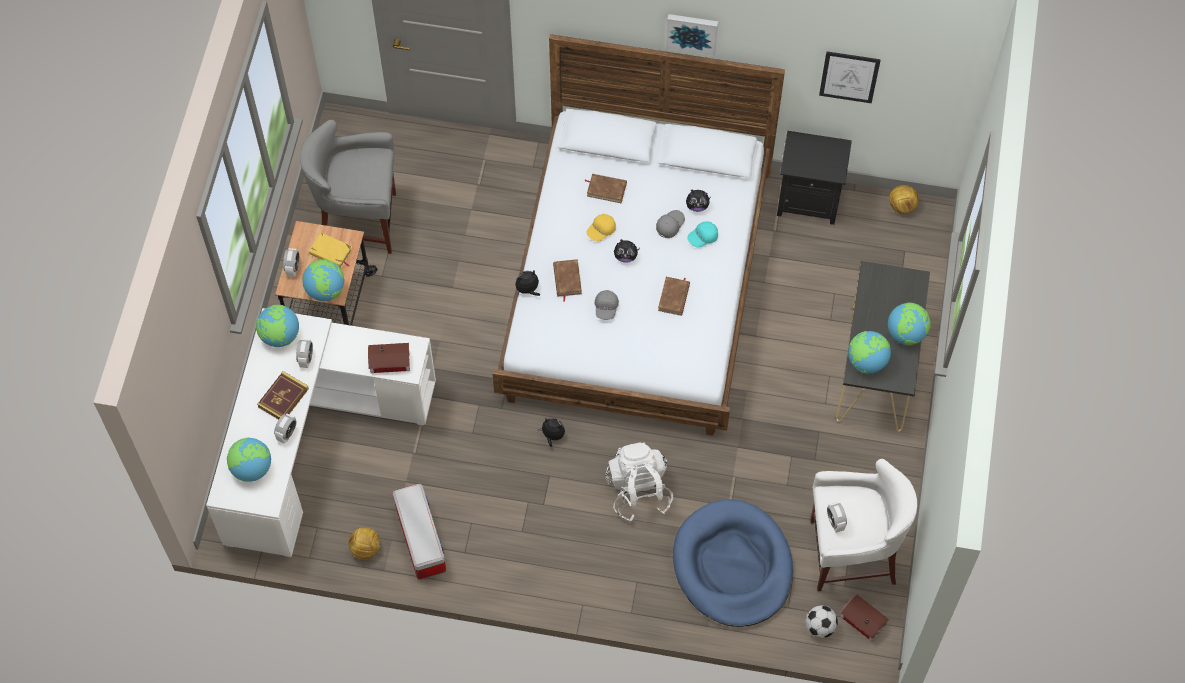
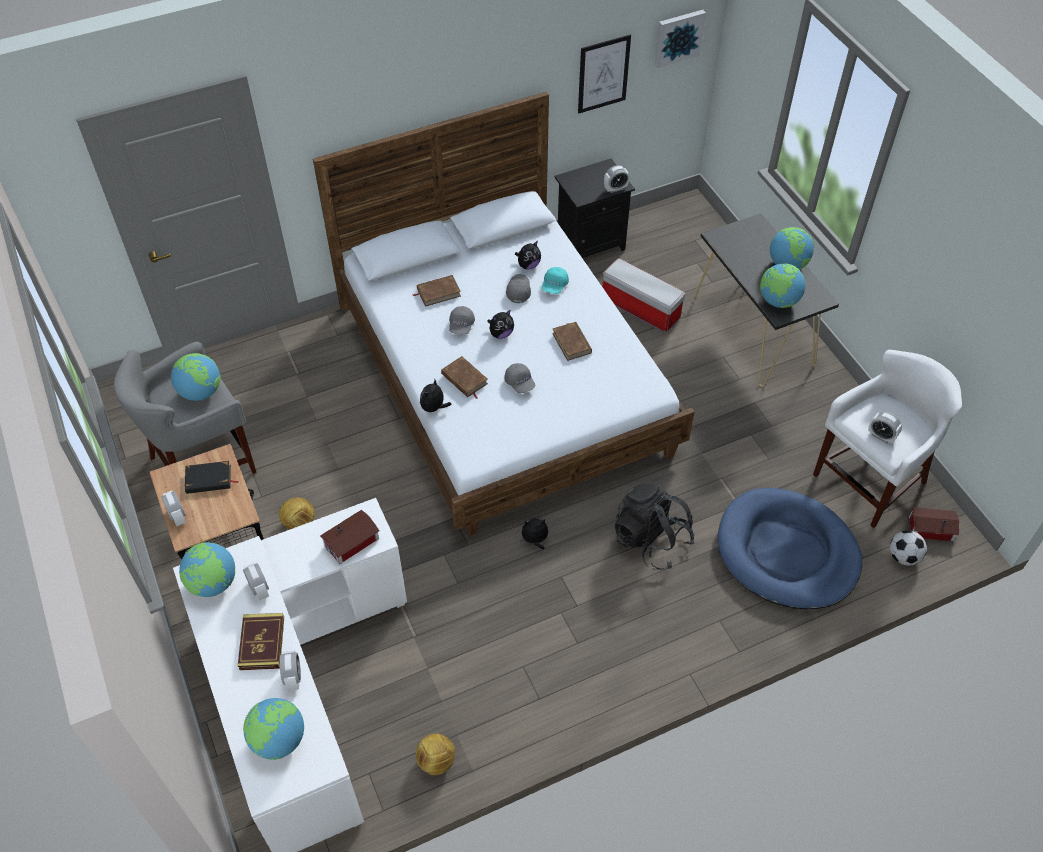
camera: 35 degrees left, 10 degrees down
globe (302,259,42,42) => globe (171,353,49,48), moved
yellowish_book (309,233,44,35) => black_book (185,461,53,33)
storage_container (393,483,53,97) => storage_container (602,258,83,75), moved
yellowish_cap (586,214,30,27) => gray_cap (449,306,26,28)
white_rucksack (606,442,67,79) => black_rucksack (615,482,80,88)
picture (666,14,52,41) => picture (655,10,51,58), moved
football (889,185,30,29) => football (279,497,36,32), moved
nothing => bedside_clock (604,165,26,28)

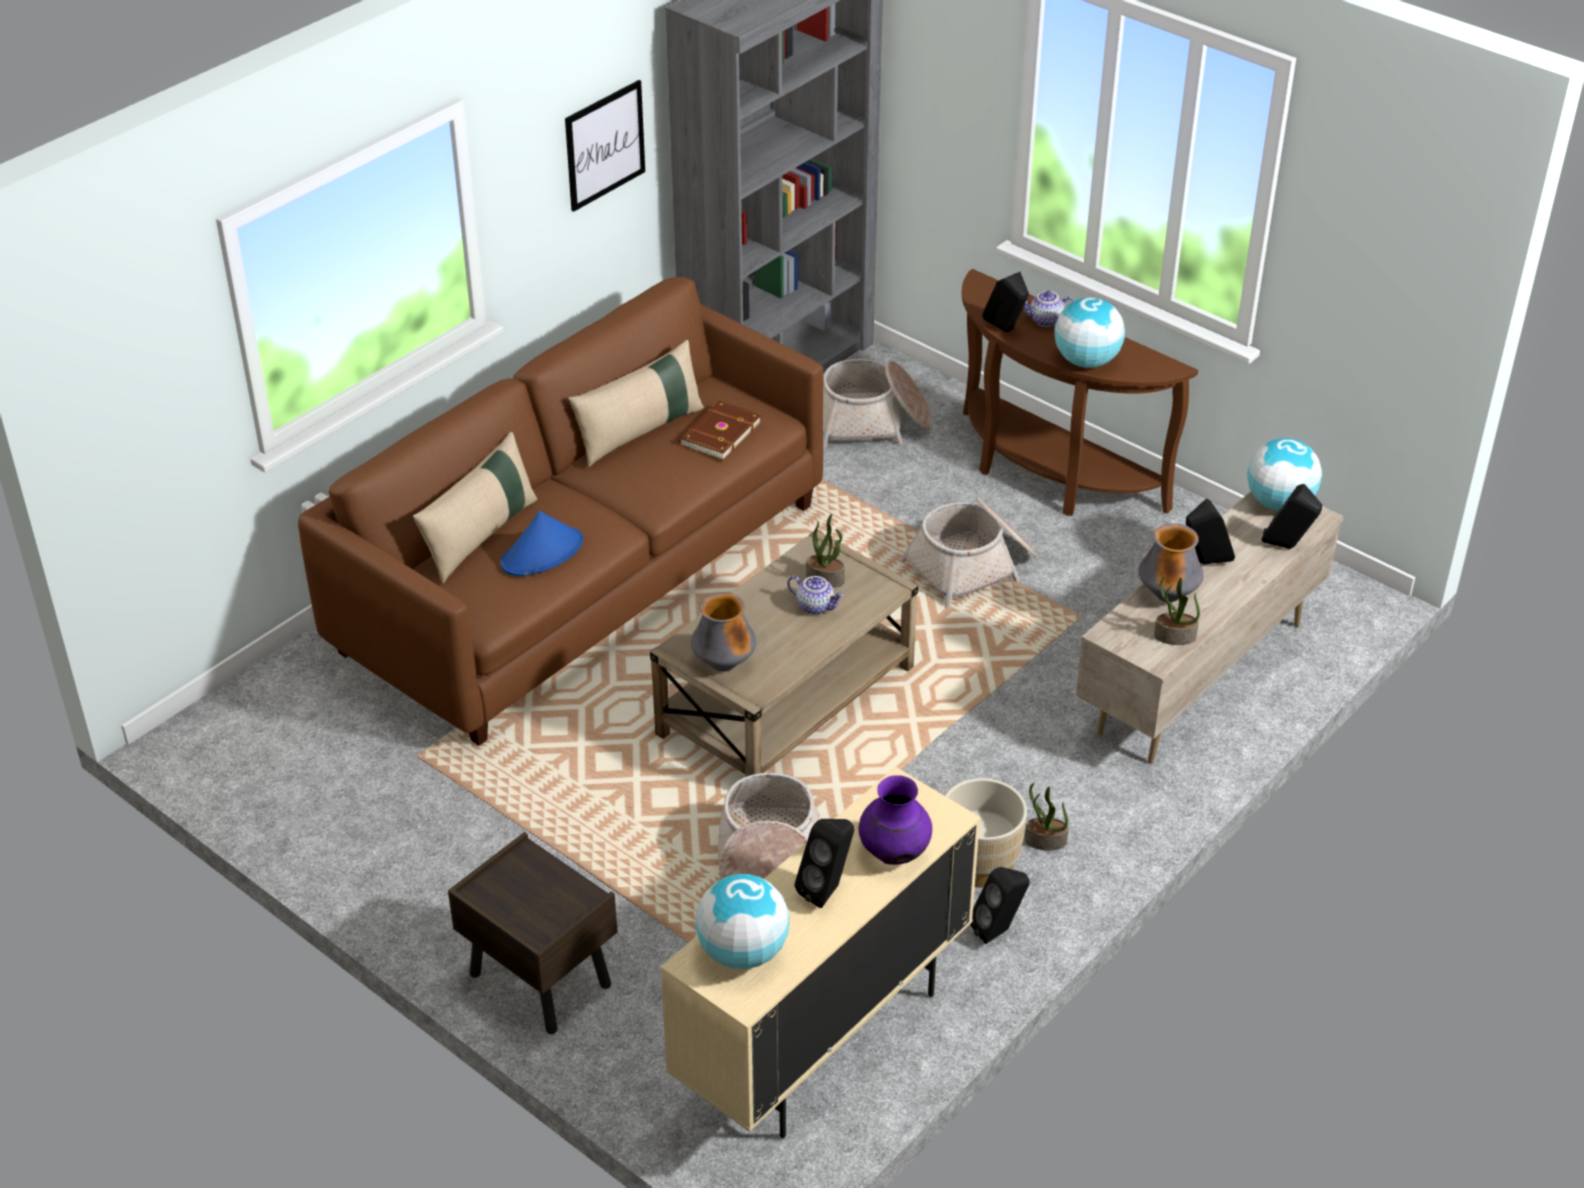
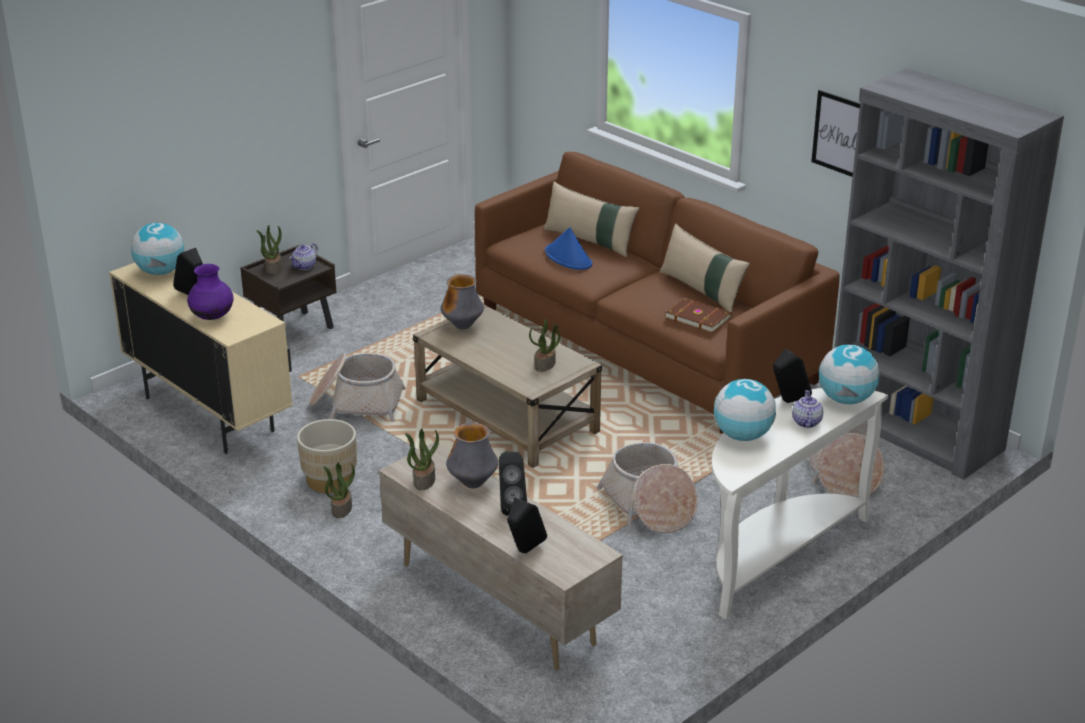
camera: 95 degrees right, 10 degrees down
tea_pot (787,575,57,40) => tea_pot (289,243,29,27), moved
brownish_hall_table (962,269,236,247) => white_hall_table (712,388,176,231)
black_loudspeaker (970,867,59,77) => nothing
globe (1247,438,75,73) => globe (819,344,61,60), moved
nothing => houseplant (256,225,26,50)

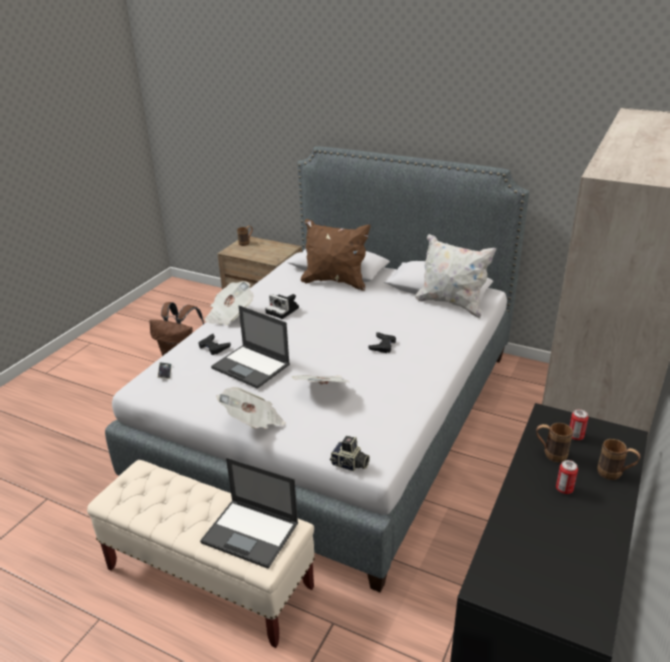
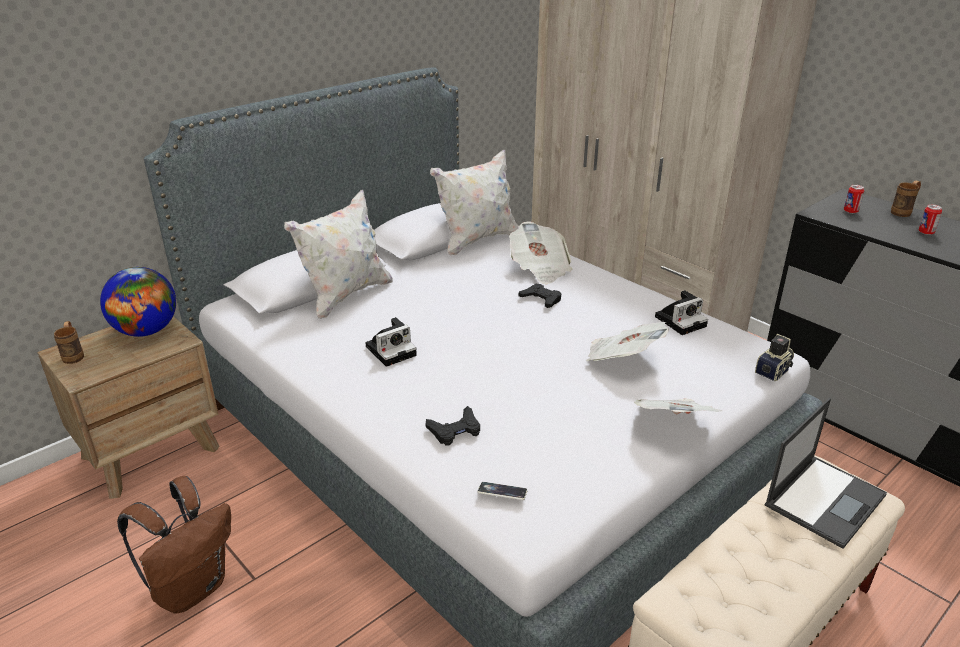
camera: 70 degrees left, 0 degrees up
daily_paper (205,281,49,45) => daily_paper (509,222,64,63), moved
portable_computer (211,305,79,84) => nothing
brownish_cushion (301,219,70,72) => white_cushion (284,190,109,129)
brownish_tea_mug (536,423,37,39) => nothing
nothing => globe (100,267,76,70)
nothing => still_camera (655,290,53,45)

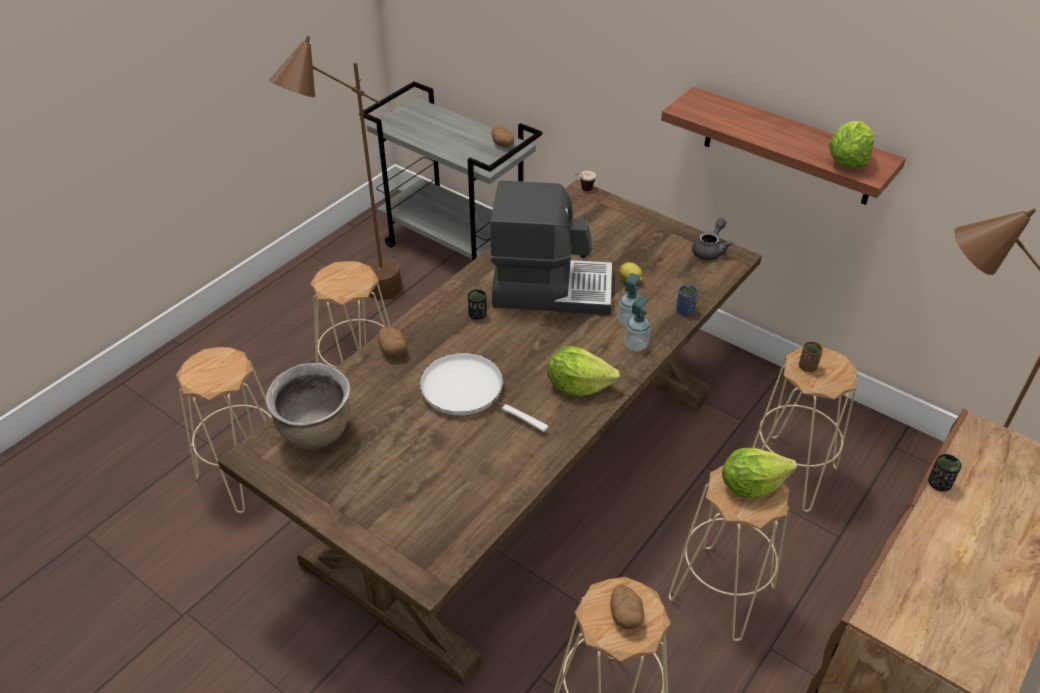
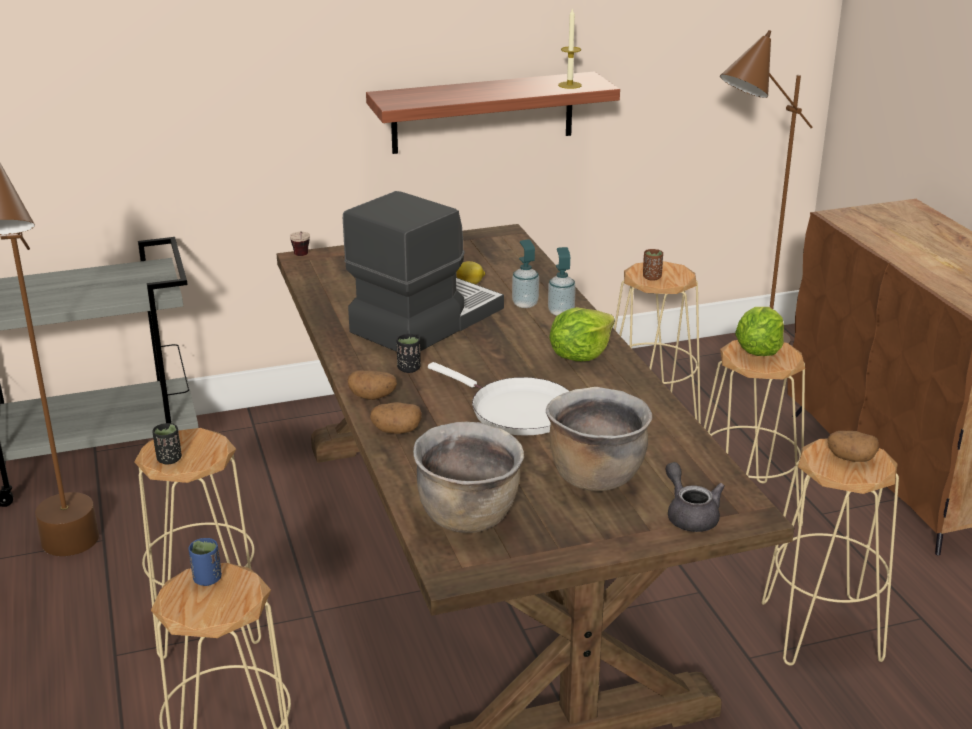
camera: 55 degrees left, 15 degrees down
white_skillet (419,353,129,79) => white_skillet (428,362,141,74), 120 degrees counterclockwise
spud (491,126,23,21) => spud (348,371,49,29), moved
bluish_drinking_cup (677,285,20,30) => bluish_drinking_cup (189,538,33,48), moved
gray_tea_pot (692,218,40,42) => gray_tea_pot (666,462,58,70), moved
lettuce (829,121,45,47) => wax_light (558,8,24,81)
black_drinking_cup (928,454,33,37) => black_drinking_cup (152,423,30,41), moved
nothing => brownish_saucepot (546,387,106,104)

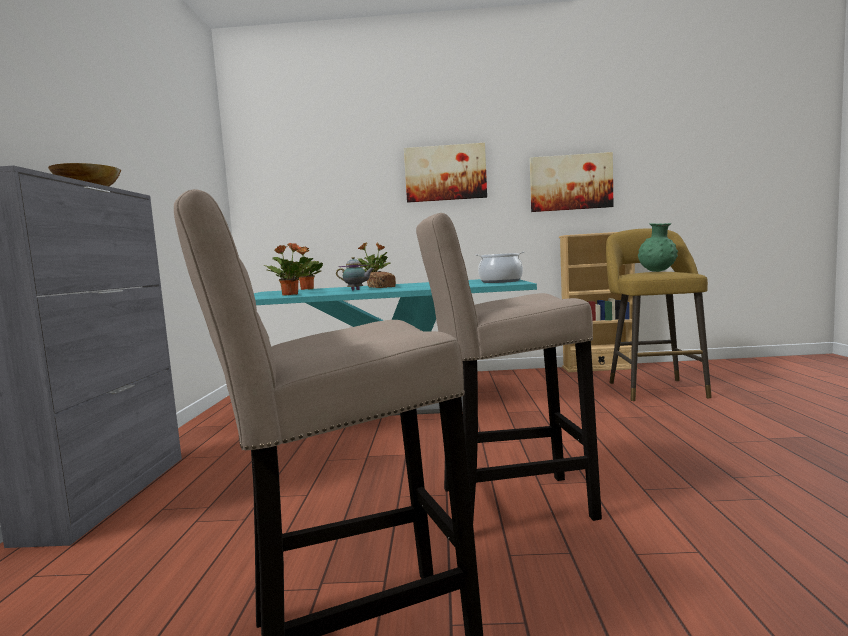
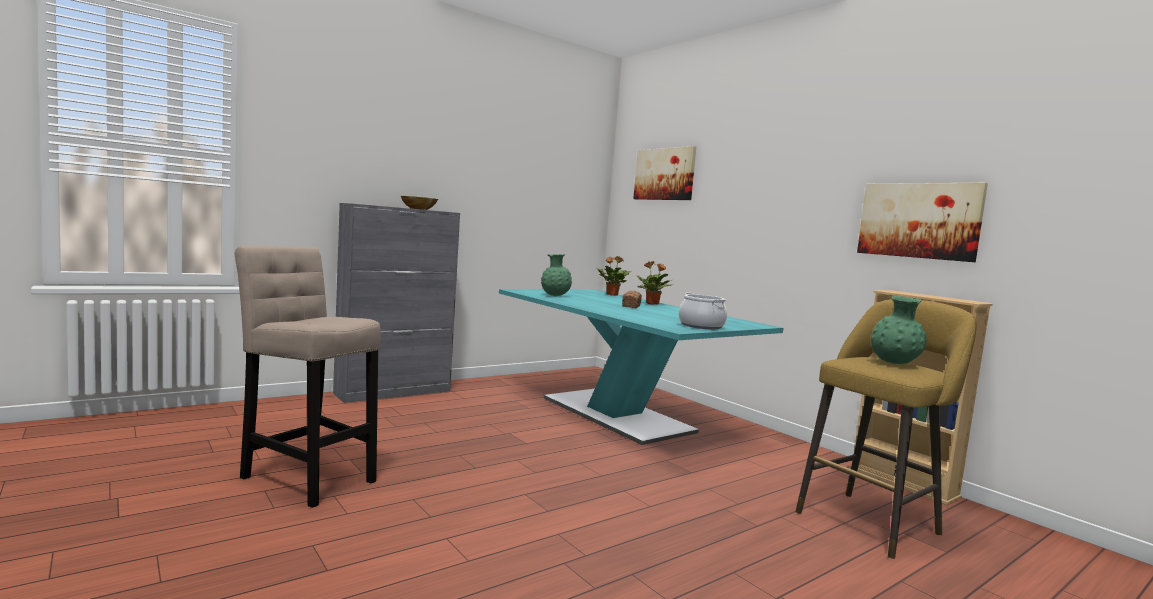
camera: 50 degrees right, 0 degrees up
houseplant (264,243,46,52) => green_decorative_vase (541,254,31,42)
tea_pot (336,257,38,33) => nothing
picture (404,143,83,60) => picture (633,146,63,54), moved
sand-coloured_stool_seat (416,213,186,308) => nothing

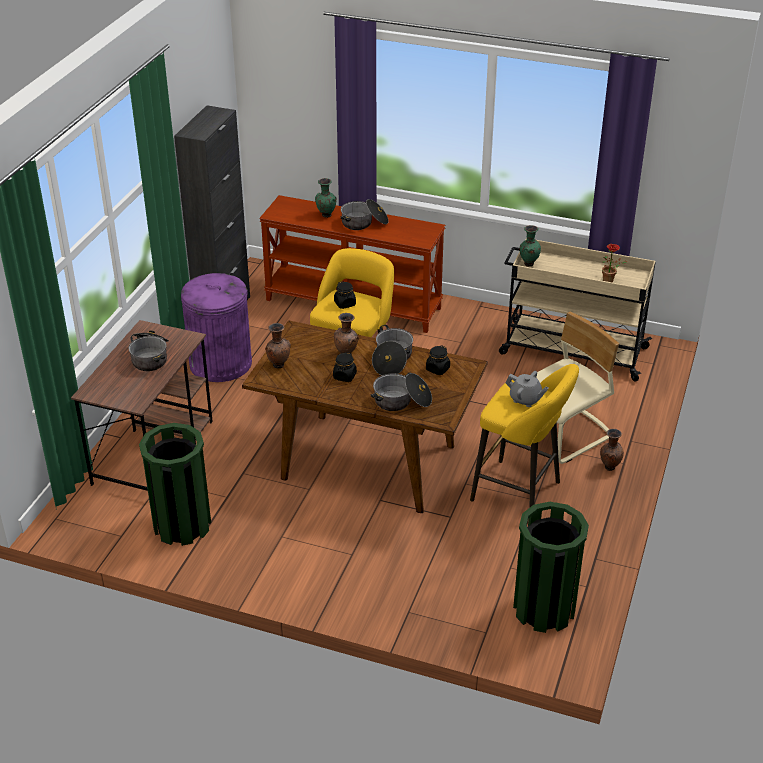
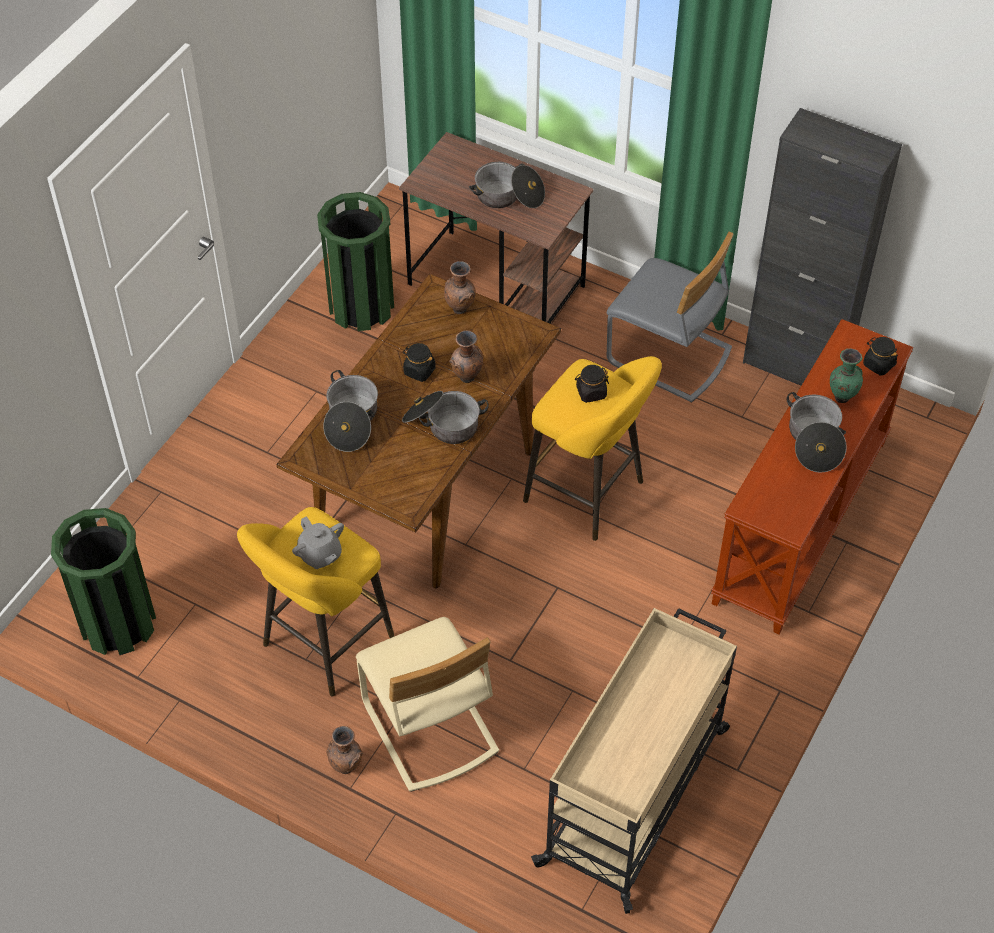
camera: 100 degrees right, 15 degrees up
purple-coloured_waste_bin (181,273,71,109) => gray_chair (607,232,127,171)
black_jar (426,345,24,30) => black_jar (863,337,35,38), moved
gray_tea_pot (506,371,43,36) => gray_tea_pot (292,516,52,53), 75 degrees counterclockwise
green_decorative_vase (519,225,22,41) => nothing
houseplant (602,244,25,39) => nothing

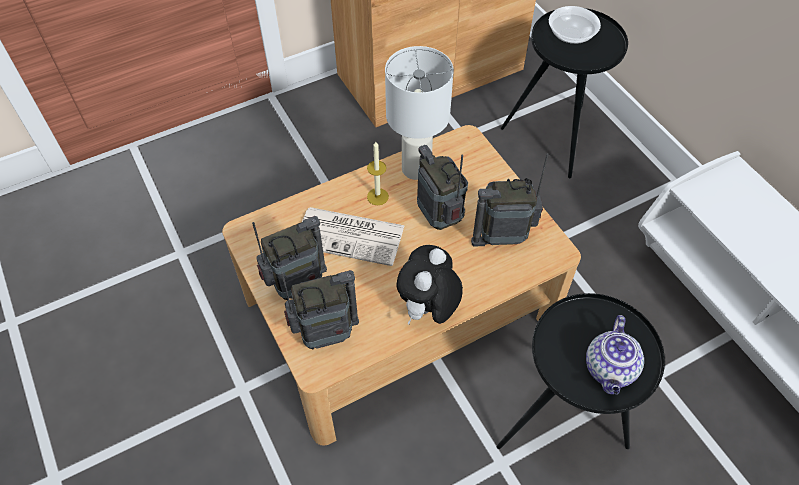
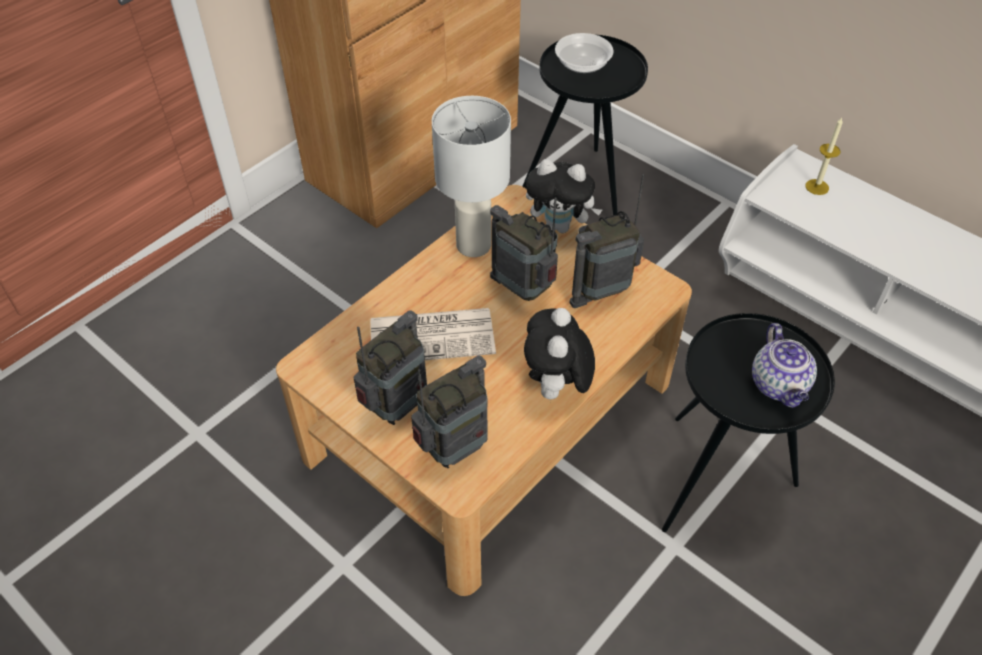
camera: 20 degrees left, 5 degrees down
wax_light (367,142,22,63) => wax_light (806,117,37,78), moved
nothing => soft_toy (526,159,76,74)

